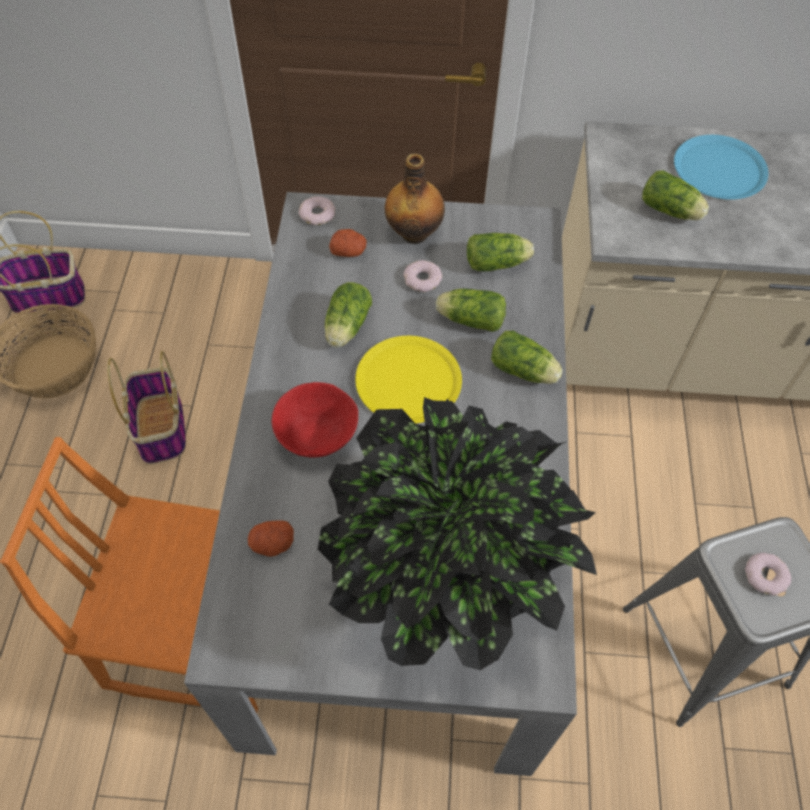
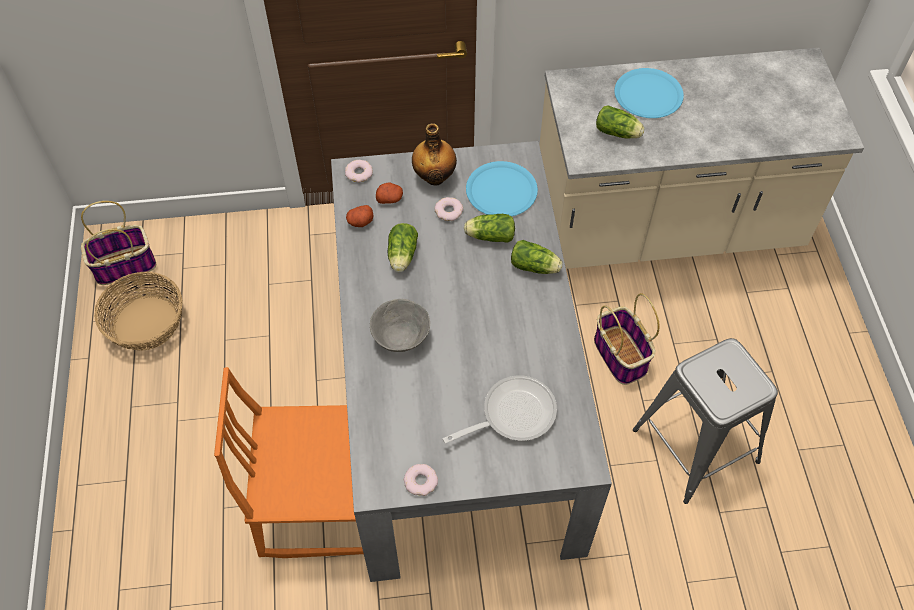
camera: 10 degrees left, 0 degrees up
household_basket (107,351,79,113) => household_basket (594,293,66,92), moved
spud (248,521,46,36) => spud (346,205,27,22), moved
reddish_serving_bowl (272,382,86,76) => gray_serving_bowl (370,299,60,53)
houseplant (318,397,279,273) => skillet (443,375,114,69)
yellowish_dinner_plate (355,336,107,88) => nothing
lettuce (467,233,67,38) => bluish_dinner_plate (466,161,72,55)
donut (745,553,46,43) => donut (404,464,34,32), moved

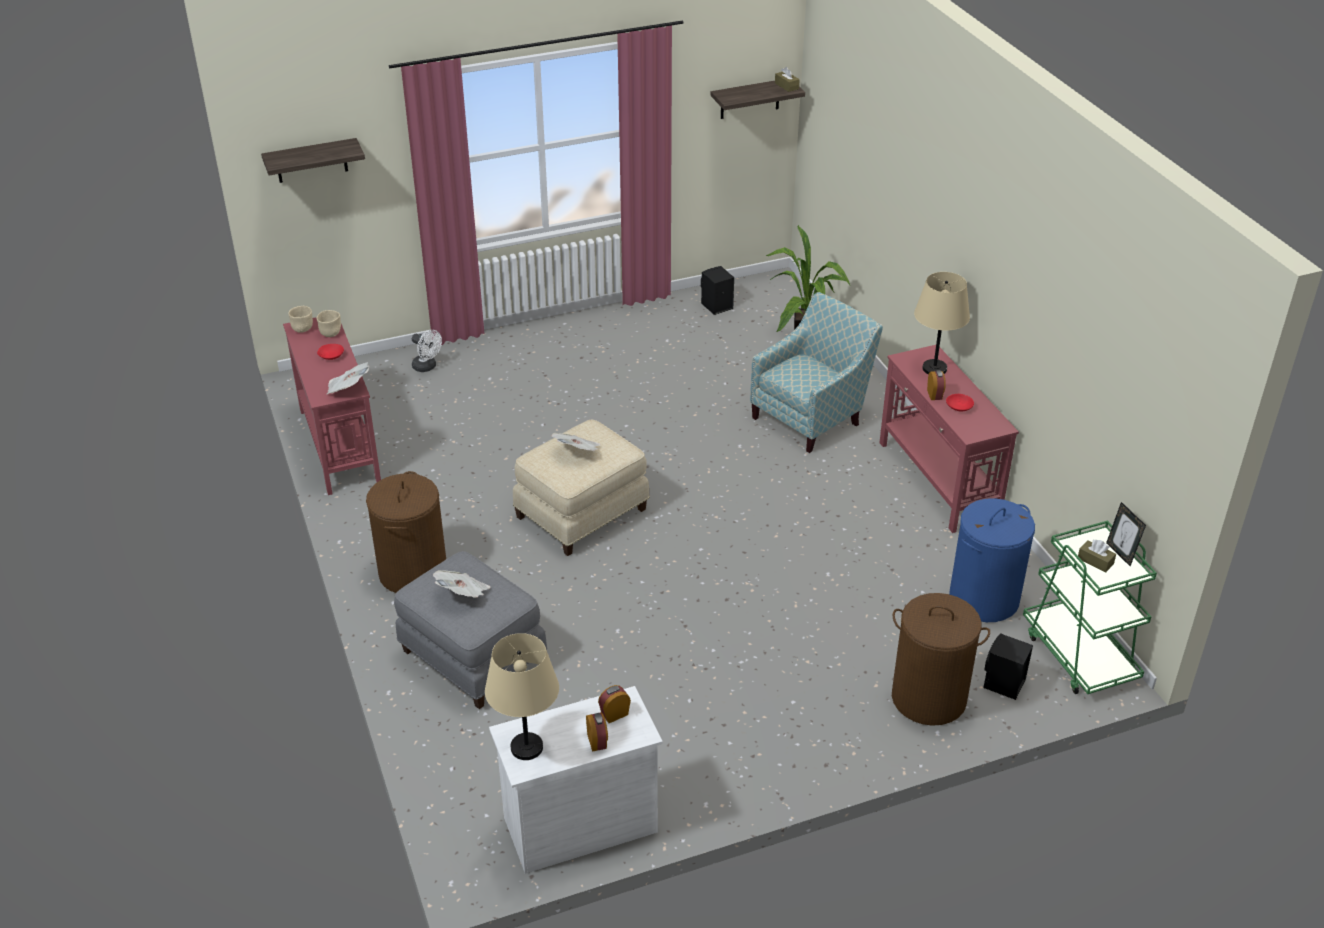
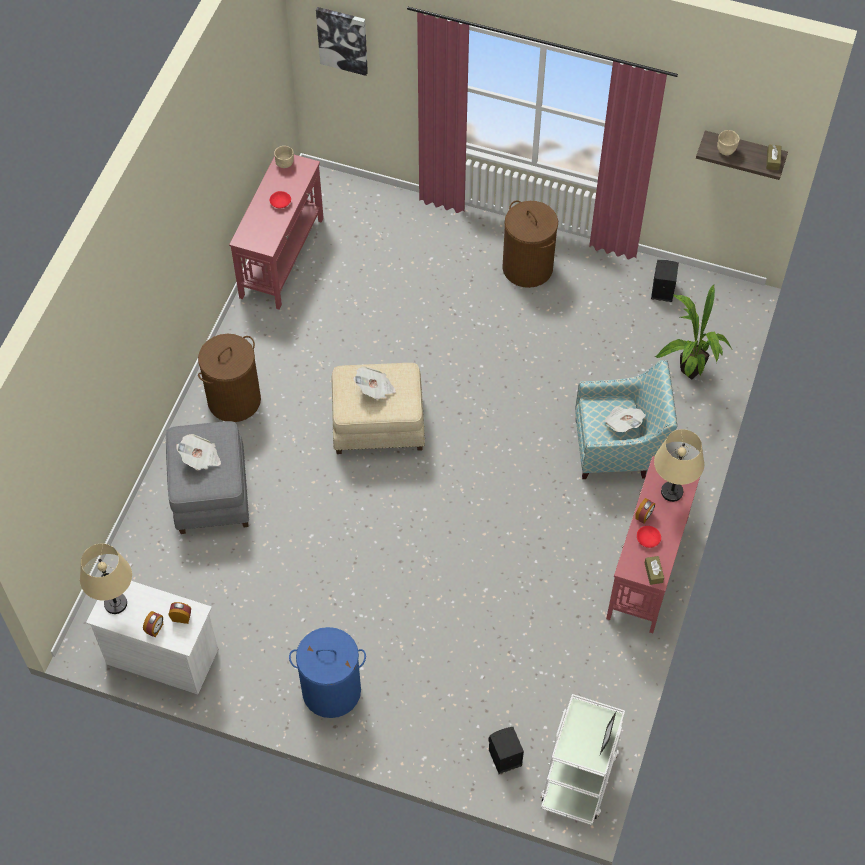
camera: 40 degrees right, 20 degrees up
bracket_shelf (261,138,104,45) => picture (316,7,52,69)
sand-coloured_serving_bowl (317,310,24,27) => sand-coloured_serving_bowl (717,130,23,25), moved
daily_paper (327,362,42,32) => daily_paper (604,406,42,26), moved
white_fan (412,330,30,42) => nothing
brownish_laundry_basket (892,593,98,133) => brownish_laundry_basket (502,200,56,88), moved
bluish_laundry_basket (949,498,86,124) => bluish_laundry_basket (289,627,77,91), moved
green_wheeled_cart (1023,520,134,174) => white_wheeled_cart (541,694,84,131)
brownish_box_of_tissues (1078,540,38,33) => brownish_box_of_tissues (645,556,19,29), moved

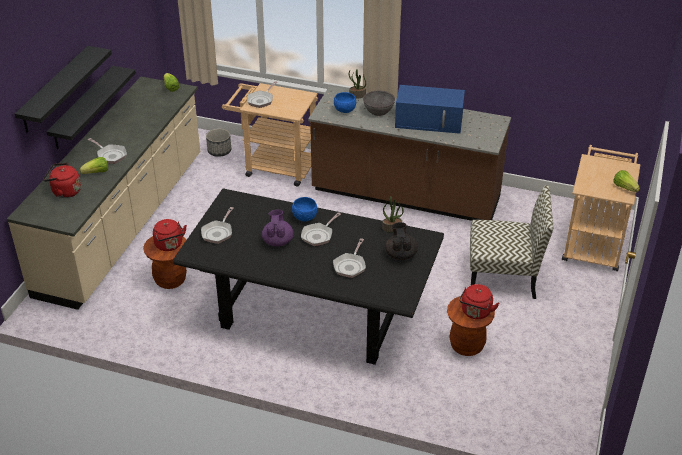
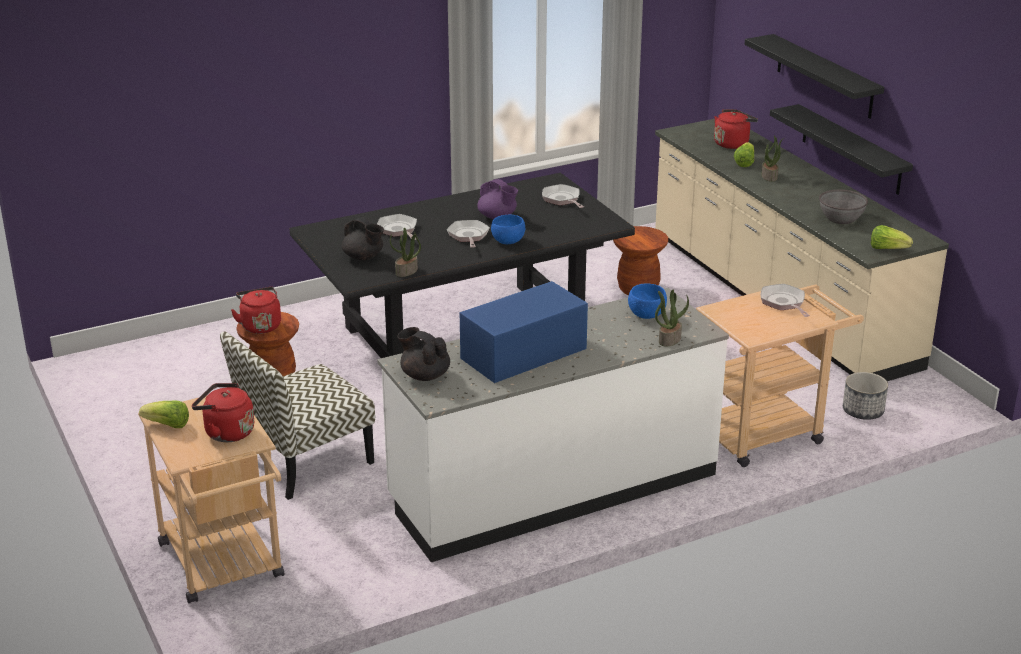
camera: 135 degrees right, 10 degrees down
skillet (88,138,39,26) => houseplant (761,135,23,47)
reddish_water_kettle (153,219,34,32) => reddish_water_kettle (192,383,62,59), moved
brownish_counter (308,86,203,135) => white_counter (377,288,352,274)
gray_serving_bowl (363,91,32,25) => gray_serving_bowl (819,189,49,35), moved
nothing => black_tea_pot (398,327,52,54)

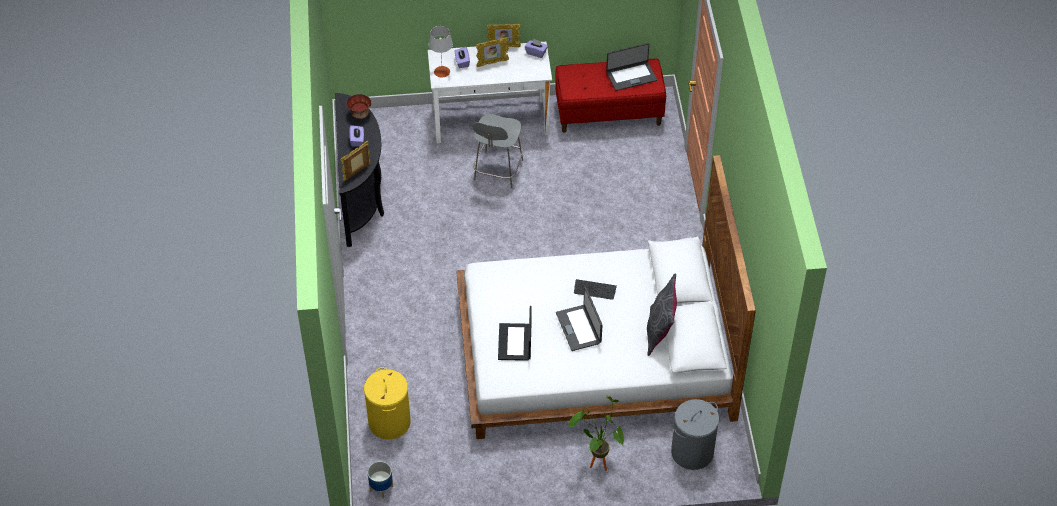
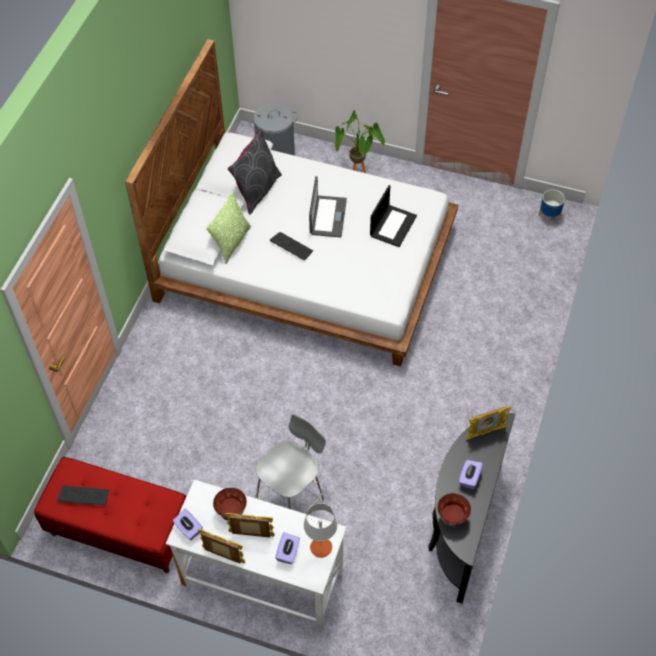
camera: 155 degrees left, 5 degrees up
yellowish_laundry_basket (364,367,47,73) => nothing
portable_computer (606,43,51,48) => PC_keyboard (57,485,52,21)
nothing => cushion (206,190,45,74)
nothing => serving_bowl (213,488,34,33)

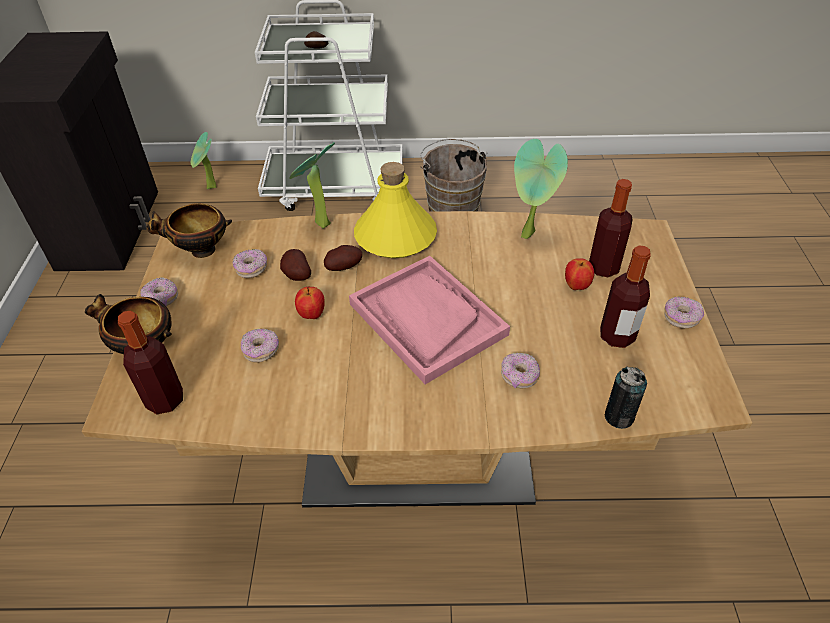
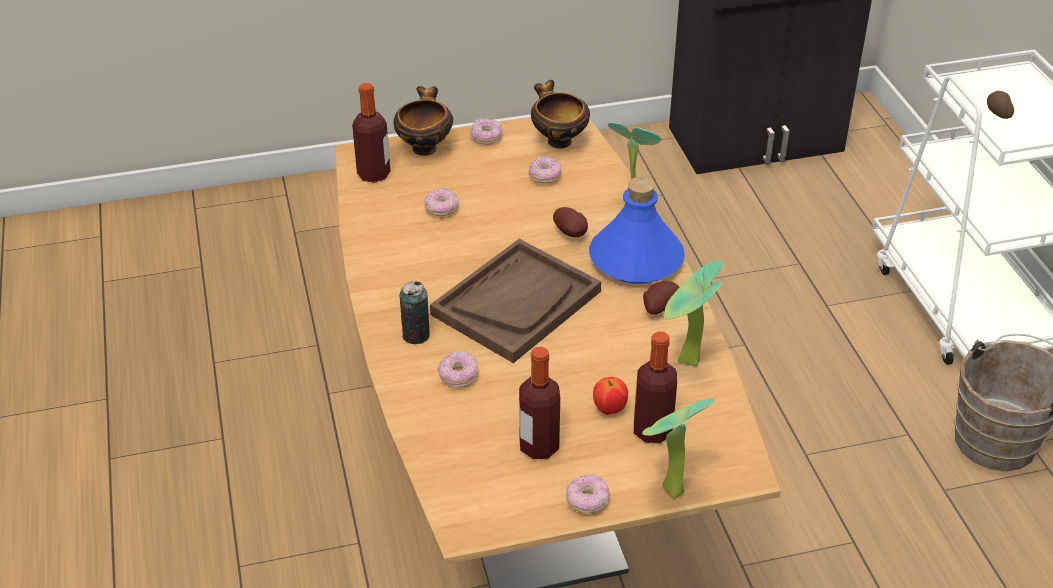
camera: 75 degrees right, 5 degrees down
houseplant (191,132,25,57) => houseplant (642,398,72,101), moved
spud (280,249,31,32) => spud (643,281,37,34), moved
apple (295,287,30,32) => nothing
pink_tray (349,256,161,128) => brownish_tray (430,239,171,124)
yellowish_bottle (354,162,83,96) => bluish_bottle (589,177,96,107)
sealed_can (605,366,42,63) => sealed_can (399,281,31,63), moved

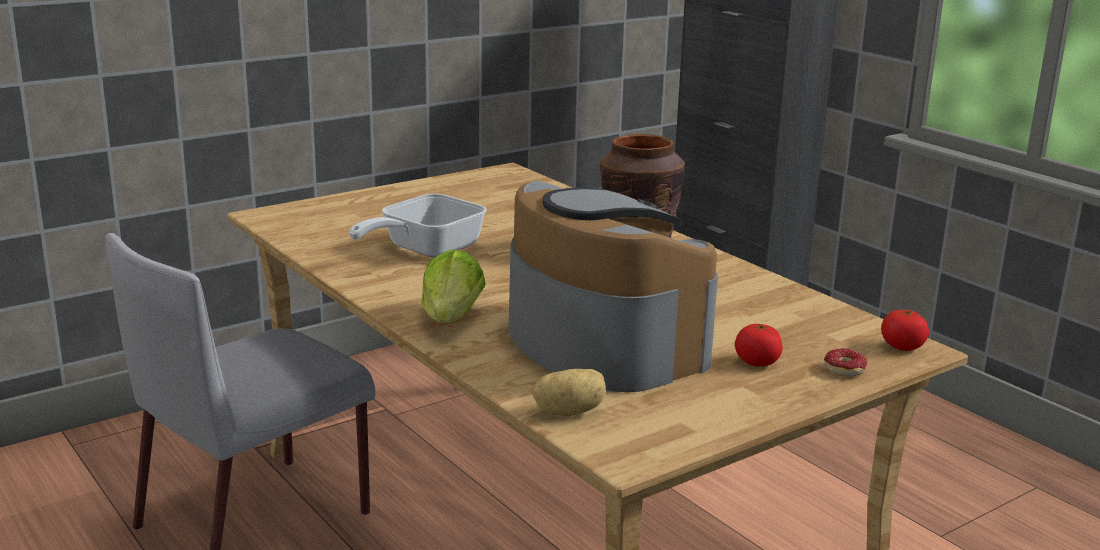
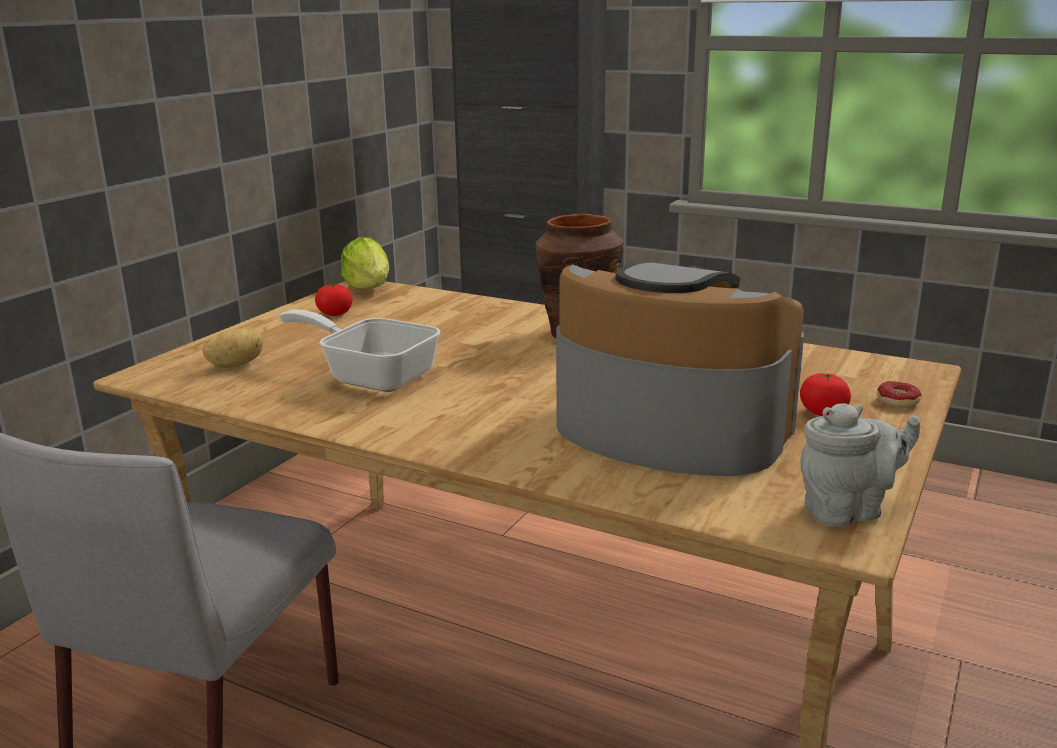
camera: 25 degrees left, 0 degrees up
skillet (349,194,138,64) => skillet (279,310,161,82), 105 degrees clockwise
lettuce (421,249,65,74) => lettuce (341,237,48,53), moved
spud (532,369,74,47) => spud (203,327,61,41), moved
whole_tomato (881,310,48,41) => whole_tomato (315,284,38,32), moved
nothing => gray_tea_pot (800,403,121,124)

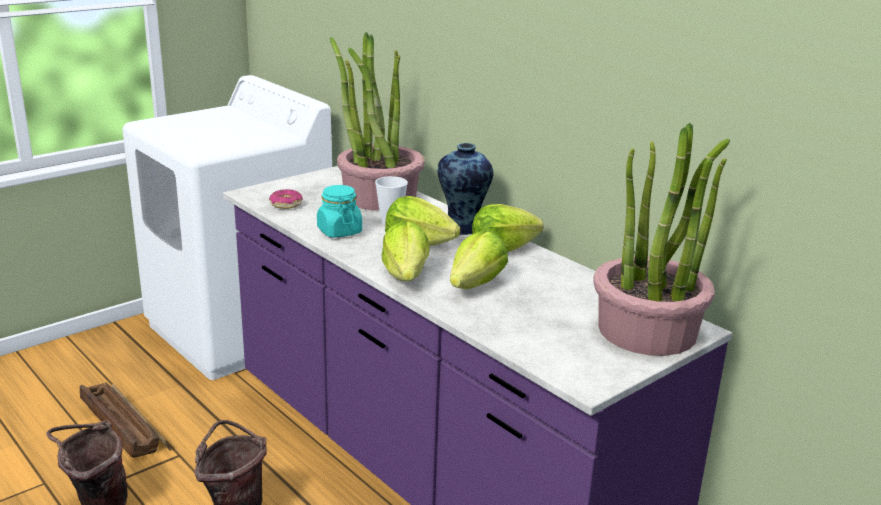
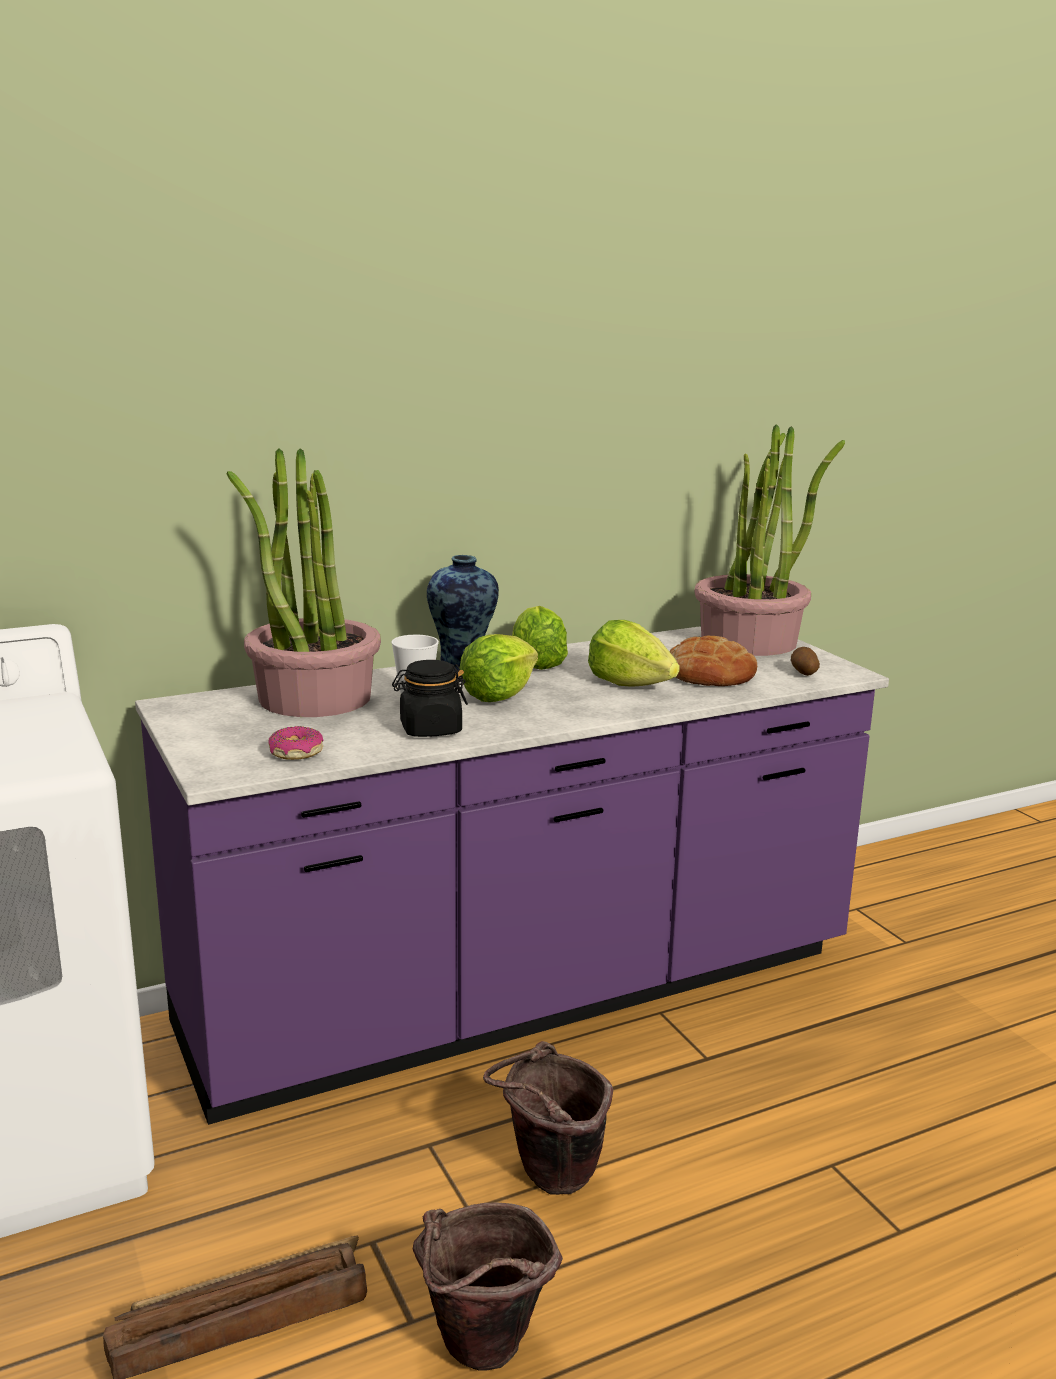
camera: 75 degrees left, 5 degrees down
blue-green_jar (317,185,45,53) => black_jar (392,660,76,77)
lettuce (382,221,48,60) => nothing
nothing => baked_bread (670,635,87,51)
nothing => spud (791,647,29,29)

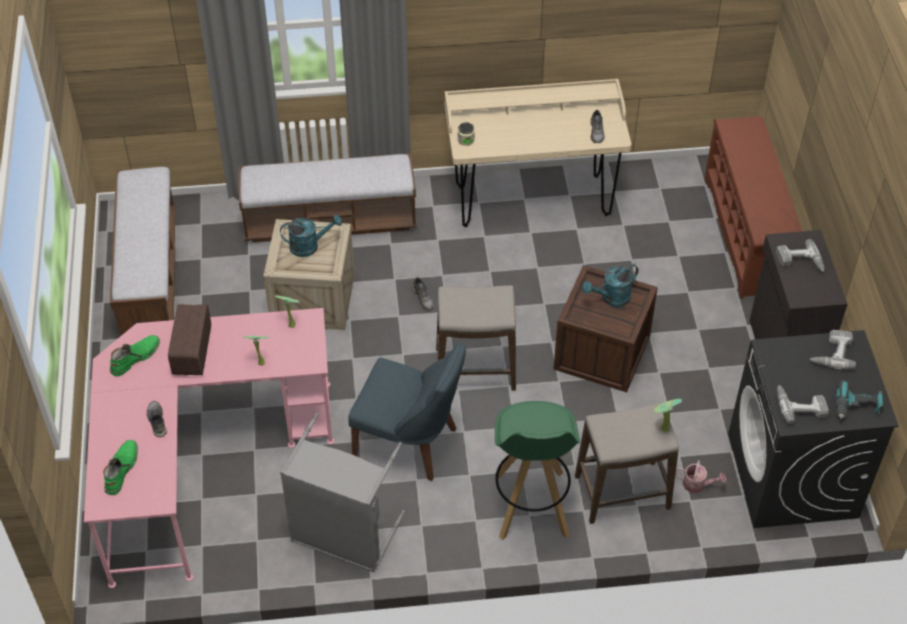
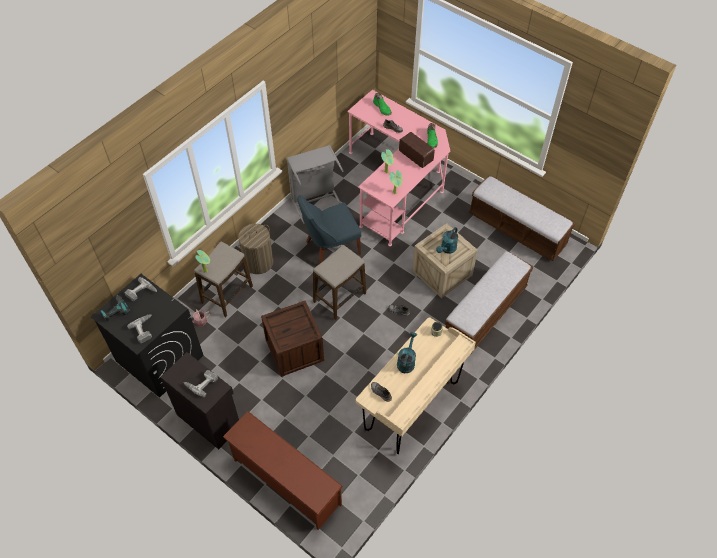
camera: 135 degrees right, 5 degrees up
green_stool_seat (495,401,85,139) => laundry_basket (238,224,36,50)
blue-green_sprinkling_can (582,264,56,43) => blue-green_sprinkling_can (397,332,20,41), moved

